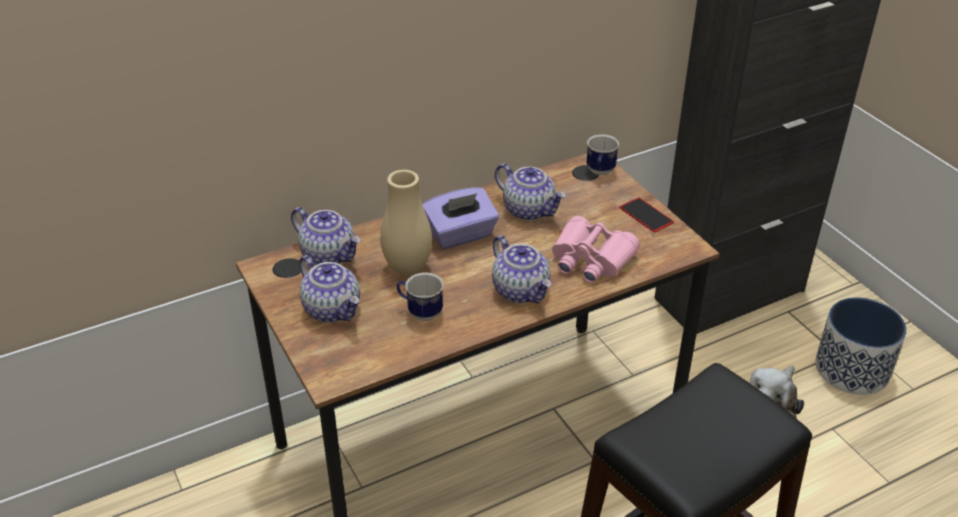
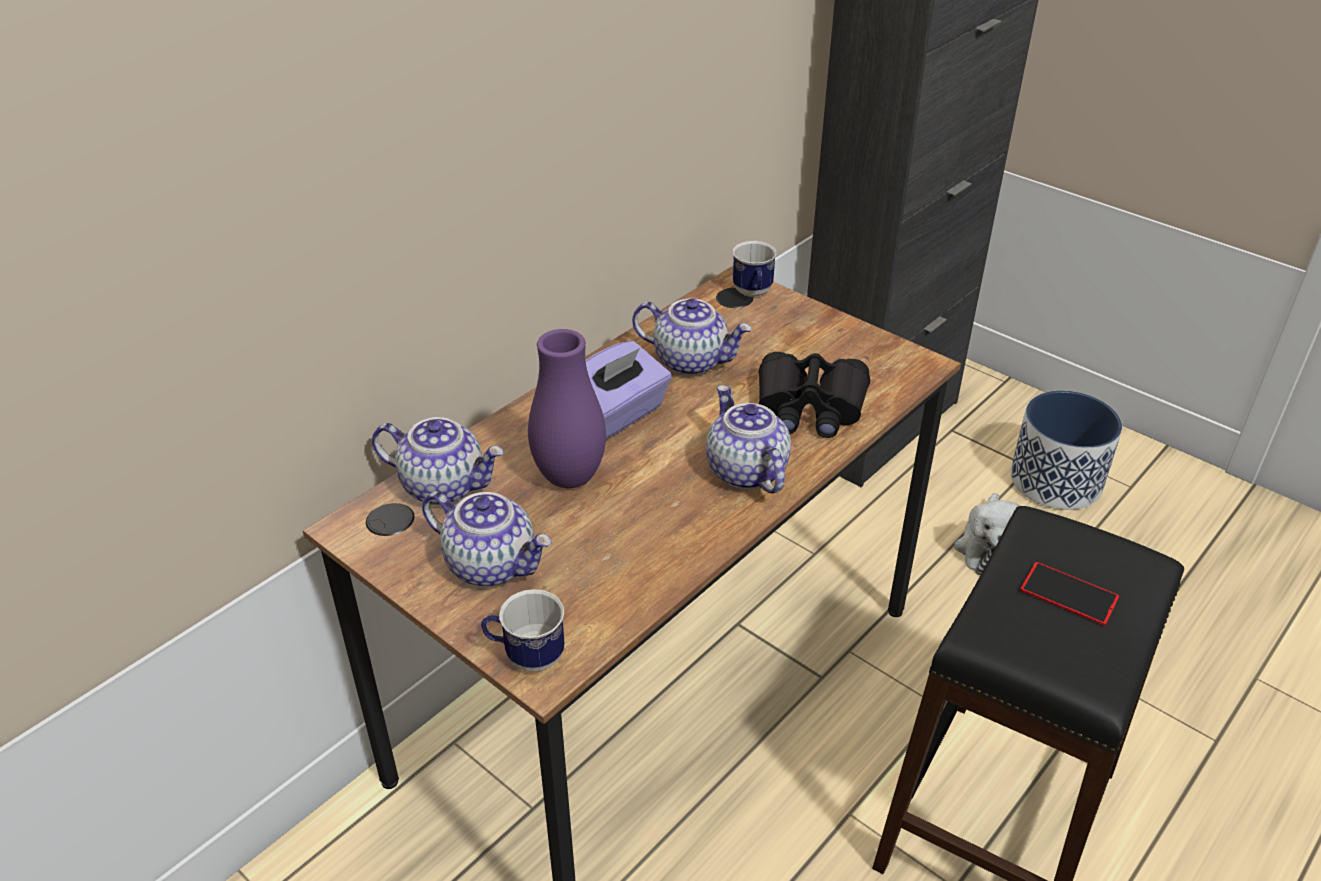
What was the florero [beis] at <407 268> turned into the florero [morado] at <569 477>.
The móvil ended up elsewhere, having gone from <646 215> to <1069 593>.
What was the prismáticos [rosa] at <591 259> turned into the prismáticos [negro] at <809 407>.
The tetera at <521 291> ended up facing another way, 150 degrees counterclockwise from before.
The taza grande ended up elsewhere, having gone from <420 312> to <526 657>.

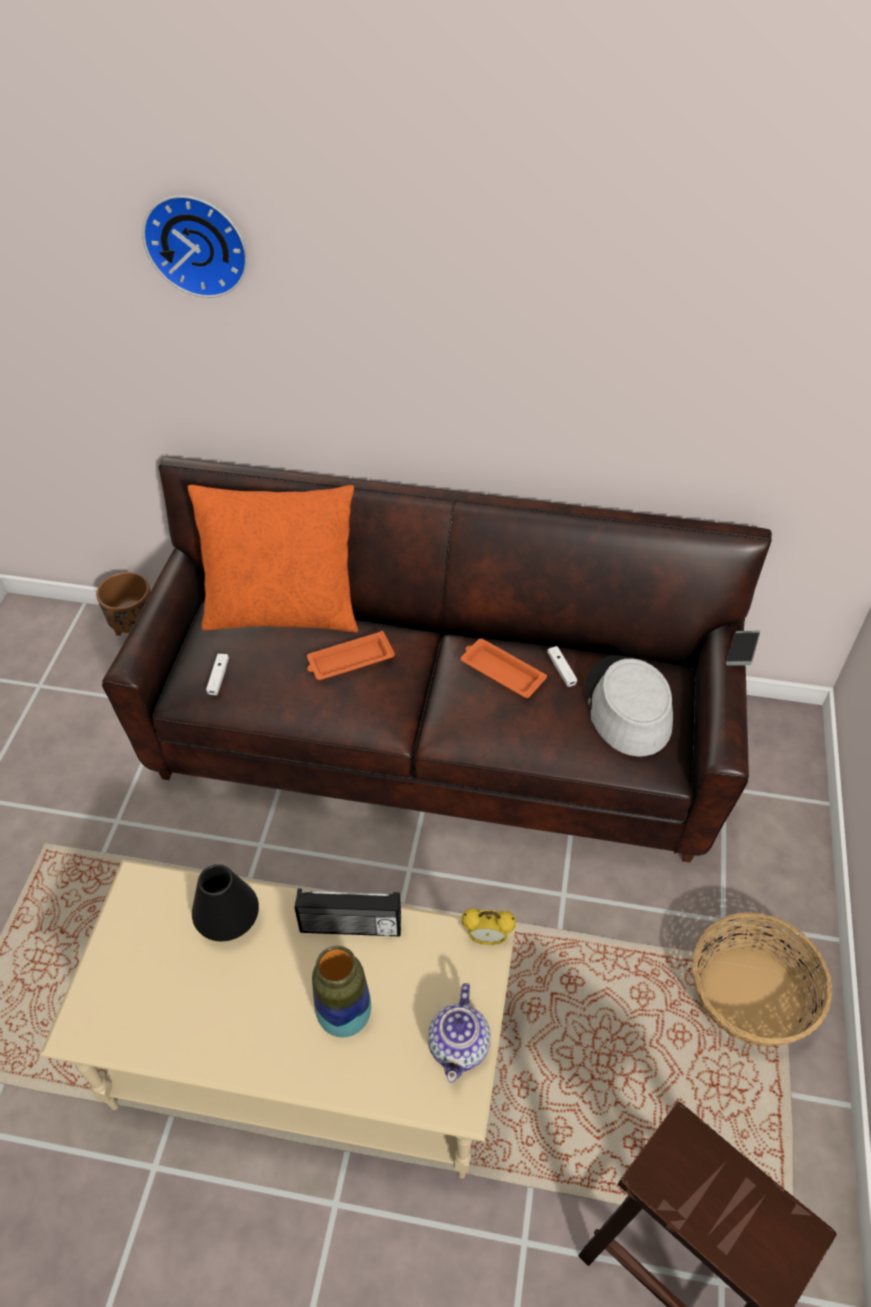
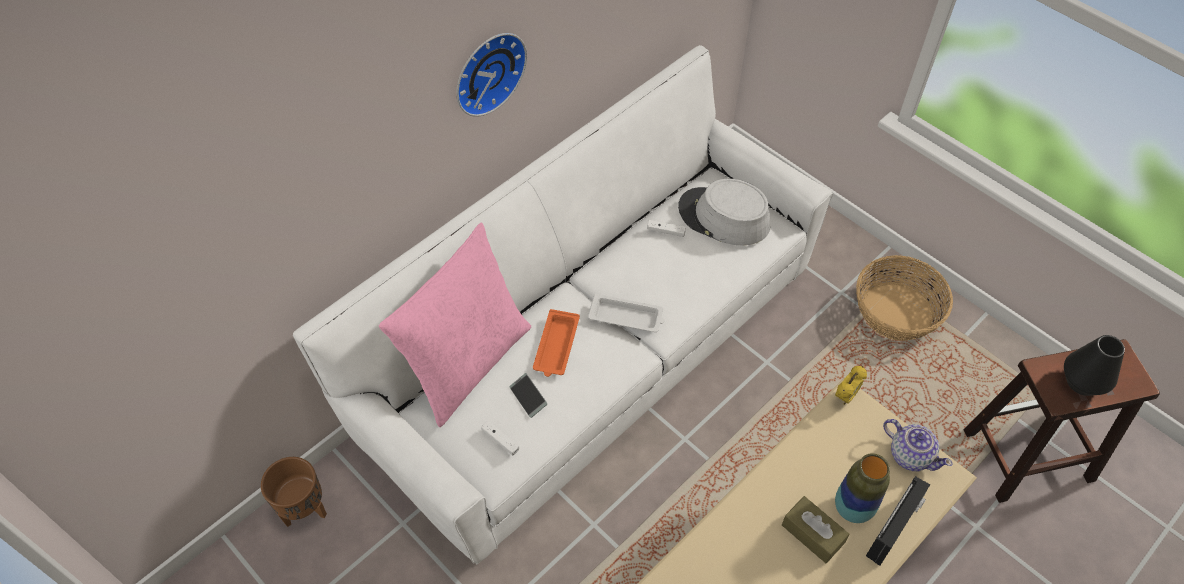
The reloj de pared ended up elsewhere, having gone from <198 243> to <487 71>.
What was the sofá [marrón] at <436 741> turned into the sofá [blanco] at <591 359>.
What was the cojín [naranja] at <283 611> turned into the cojín [rosa] at <467 363>.
The móvil ended up elsewhere, having gone from <741 651> to <528 397>.
The second view lost the bandeja [naranja] at <501 671>.
The florero [negro] ended up elsewhere, having gone from <229 921> to <1082 381>.
The radio ended up elsewhere, having gone from <350 927> to <893 530>.
The second view gained the bandeja [blanco] at <627 317>.
The second view gained the caja de pañuelos [marrón] at <812 534>.

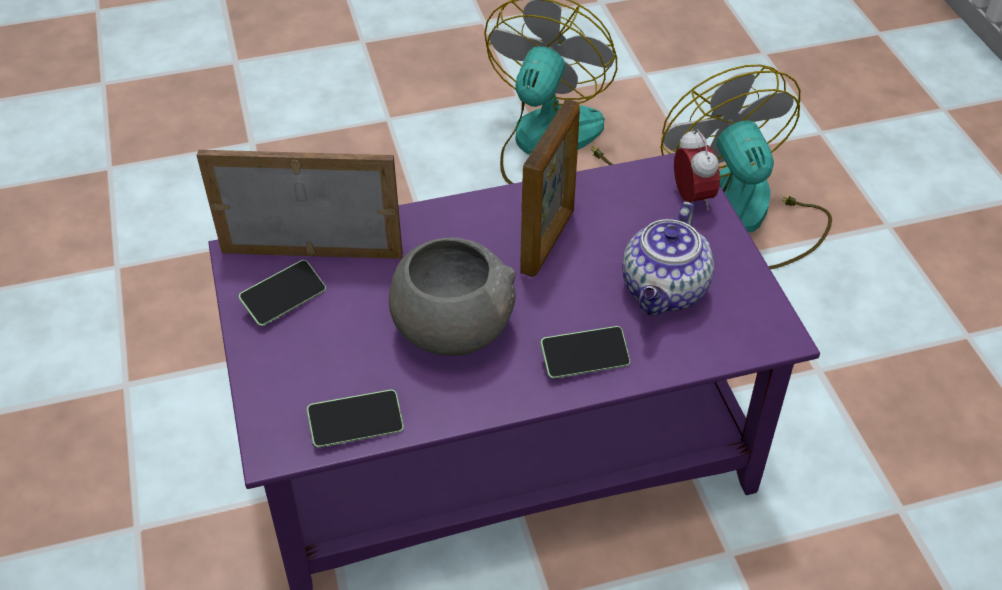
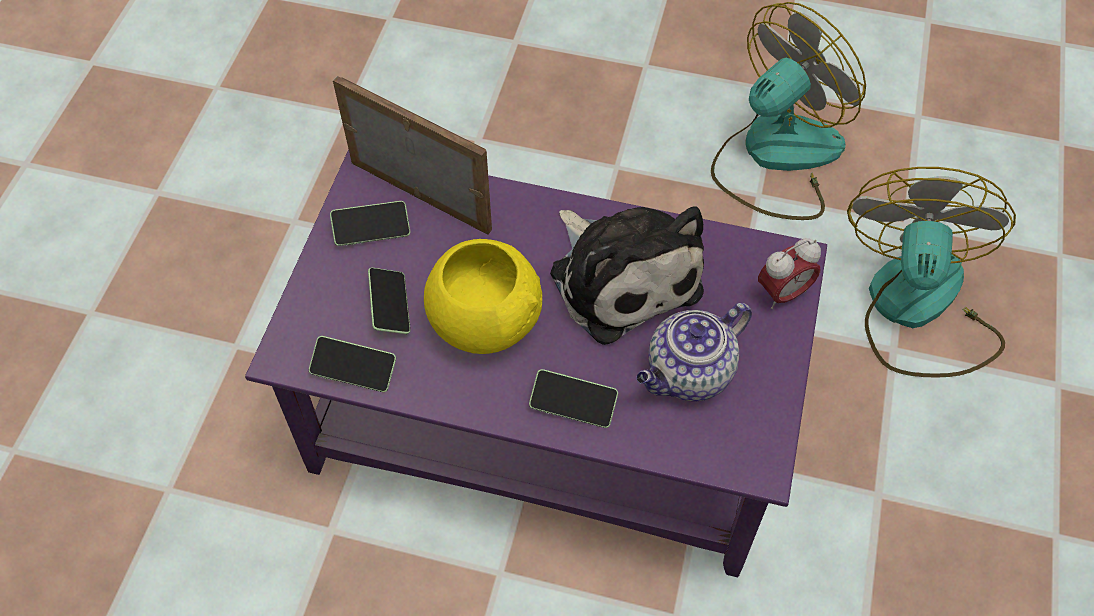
Where the portarretratos stood at <548 241>, the peluche came to stand at <621 276>.
The despertador at <692 198> ended up facing another way, 45 degrees clockwise from before.
What was the cuenco [gris] at <451 329> turned into the cuenco [amarillo] at <484 320>.
The second view gained the móvil at <390 306>.

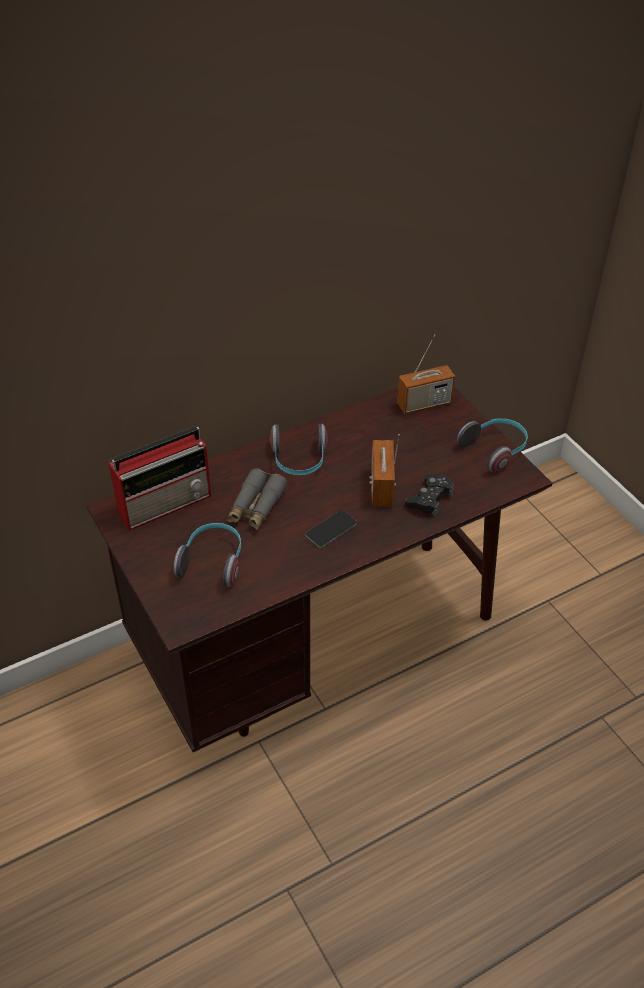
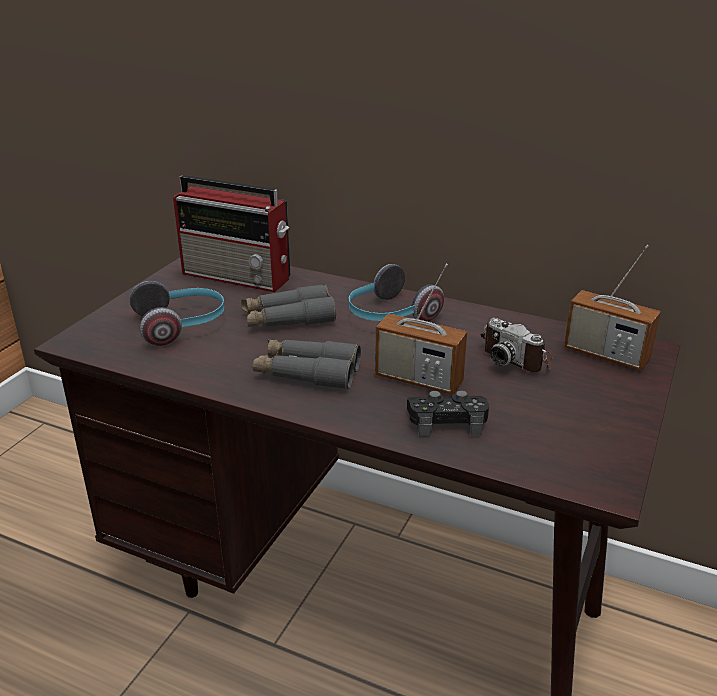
The second view lost the auriculares at <495 450>.
The radio at <381 487> ended up facing another way, 120 degrees counterclockwise from before.
Where the móvil stood at <331 529>, the prismáticos [gris] came to stand at <307 373>.
The second view gained the cámara at <518 356>.

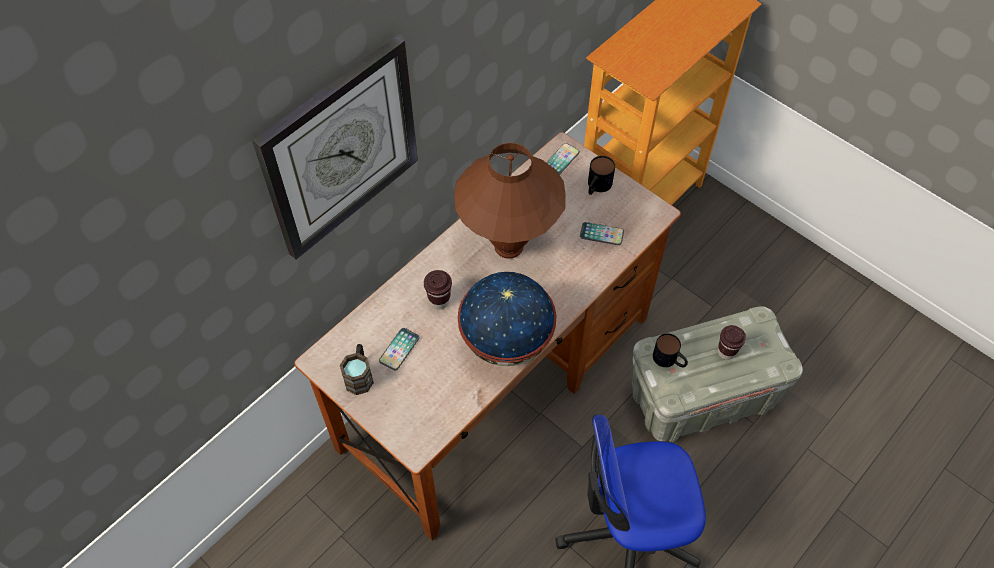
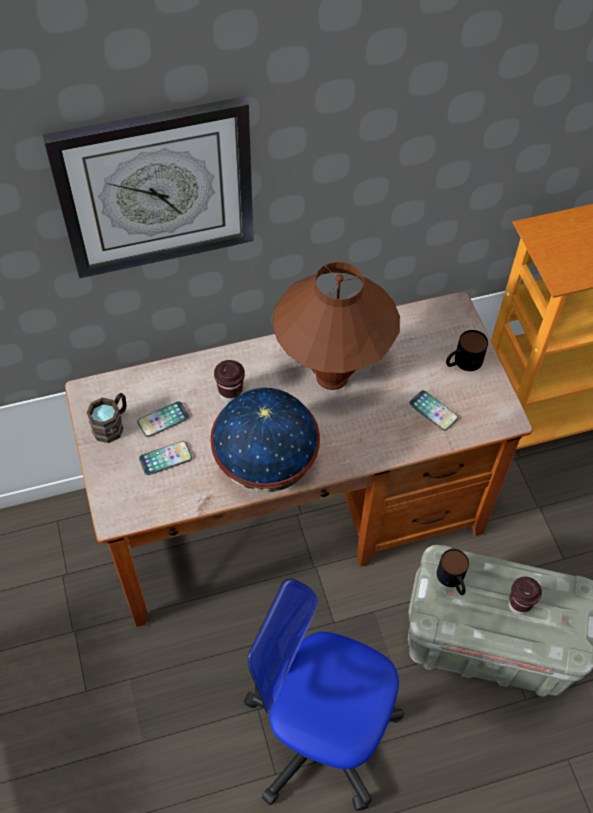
The móvil ended up elsewhere, having gone from <561 160> to <165 458>.

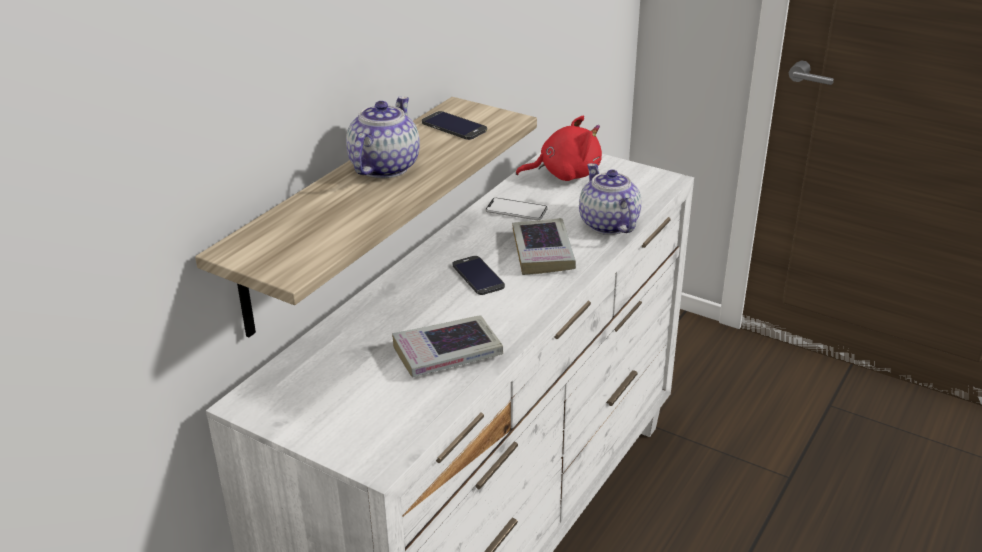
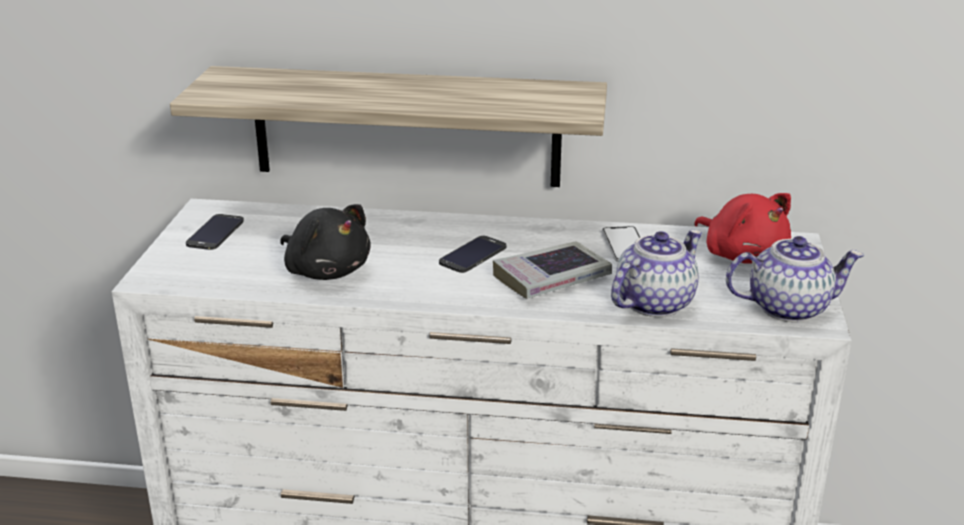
The tetera ended up elsewhere, having gone from <384 167> to <788 307>.
The móvil ended up elsewhere, having gone from <454 126> to <215 232>.
Where the libro stood at <447 353>, the peluche [negro] came to stand at <326 271>.

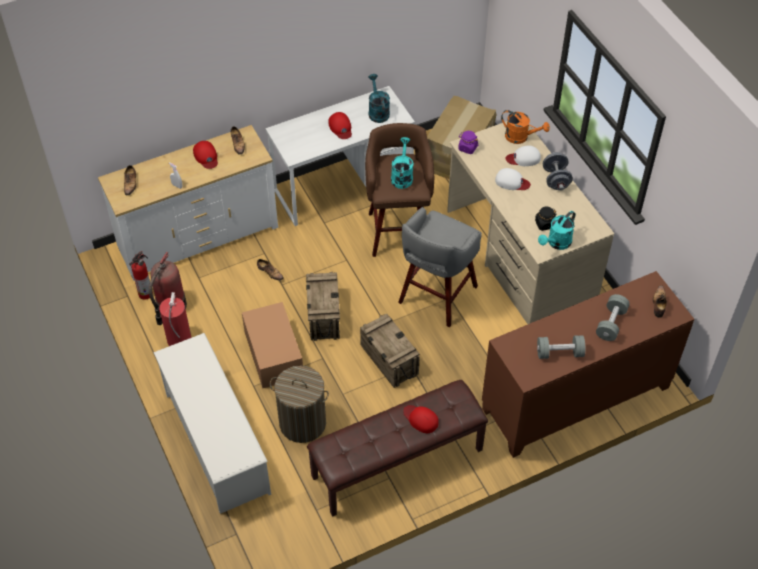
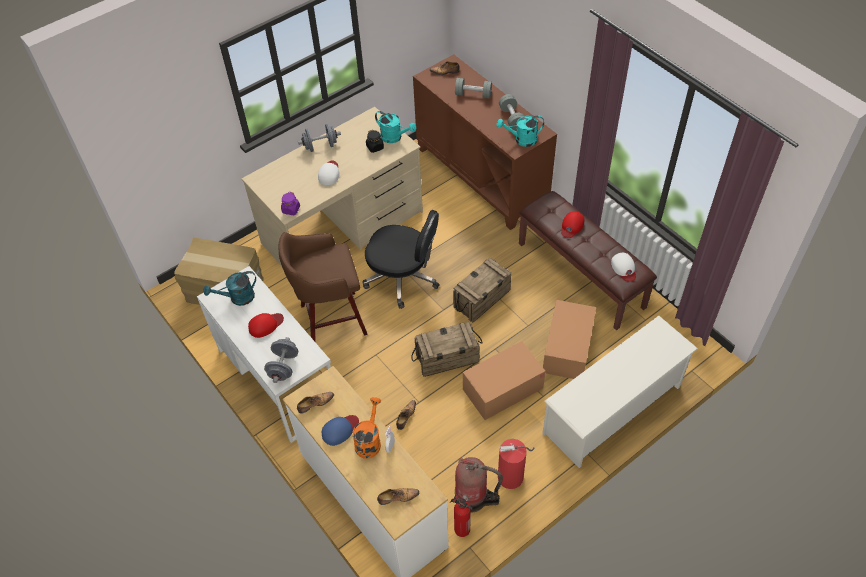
The regadera [naranja] ended up elsewhere, having gone from <520 137> to <369 440>.
The regadera [turquesa] ended up elsewhere, having gone from <402 176> to <521 140>.
What was the gorra [rojo] at <206 156> turned into the gorra [azul] at <340 430>.
The gorra [blanco] ended up elsewhere, having gone from <523 158> to <624 268>.
Where the taburete [gris] stood at <436 296>, the silla de oficina [negro] came to stand at <403 278>.
Where the cesto de la ropa stood at <302 423>, the caja de cartón came to stand at <568 348>.
The second view gained the mancuerna [gris] at <283 367>.

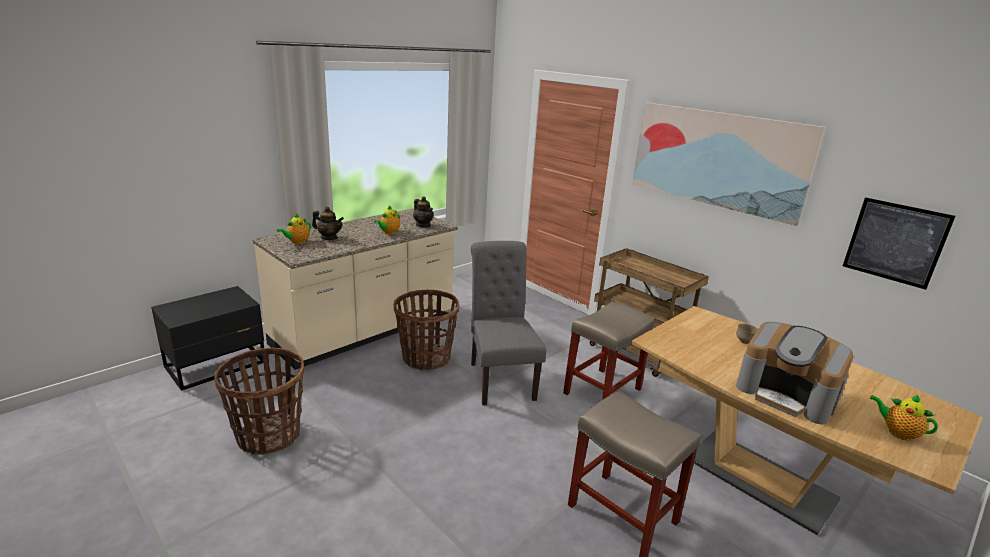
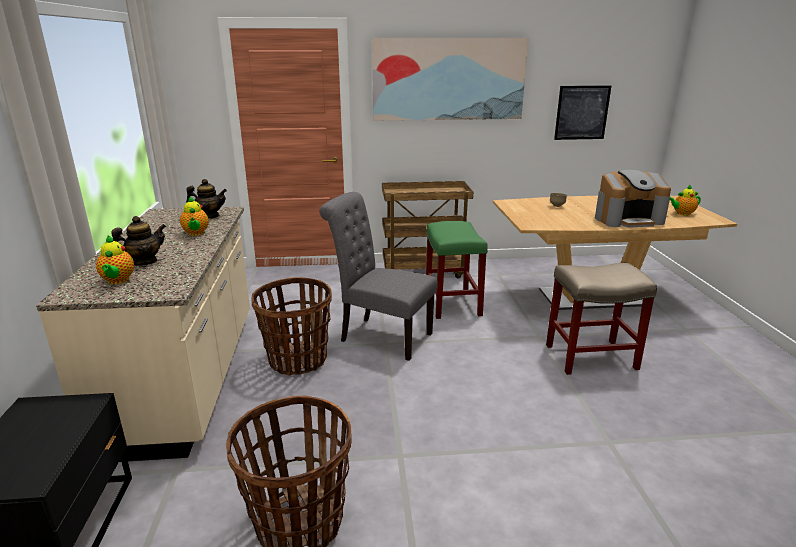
What was the taburete [beis] at <603 390> turned into the taburete [verde] at <452 303>.

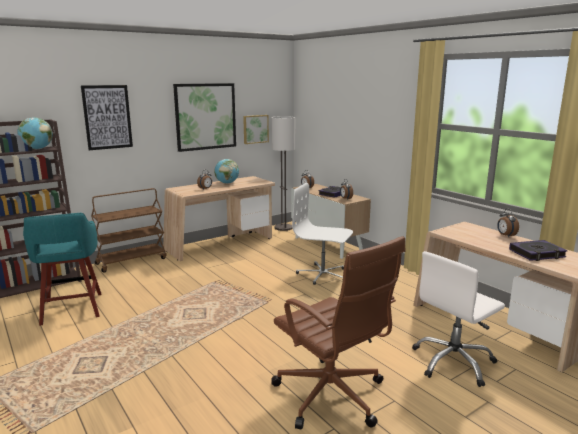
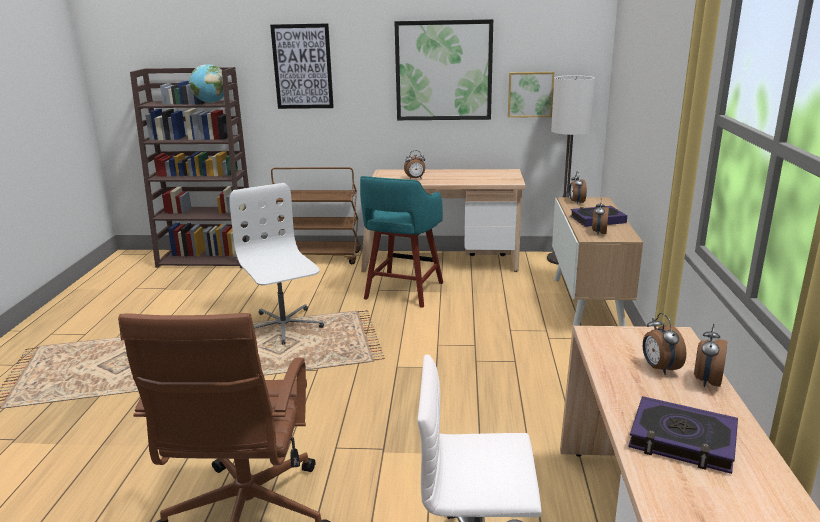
The second view lost the globo terráqueo at <227 183>.
The silla de oficina [blanco] ended up elsewhere, having gone from <322 274> to <283 326>.
The taburete [turquesa] ended up elsewhere, having gone from <71 309> to <403 291>.
The second view gained the despertador at <659 368>.

